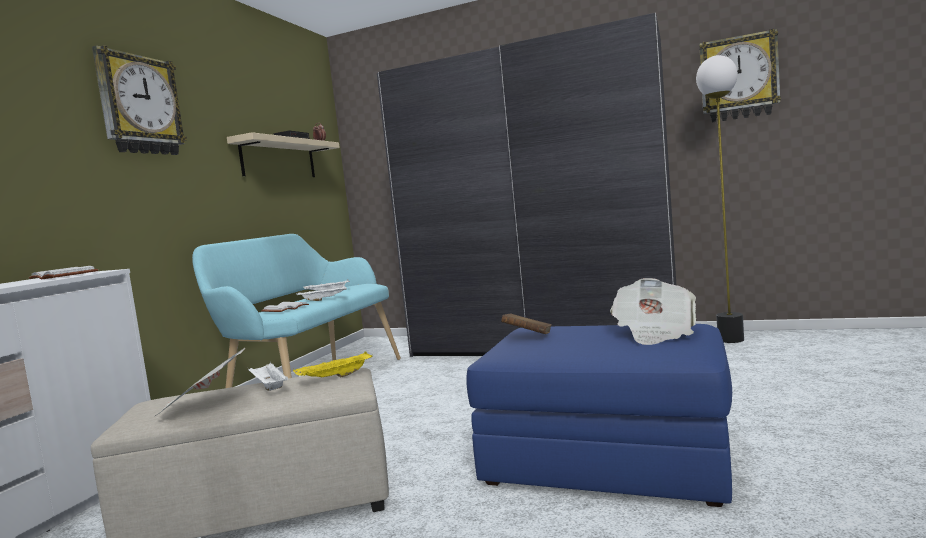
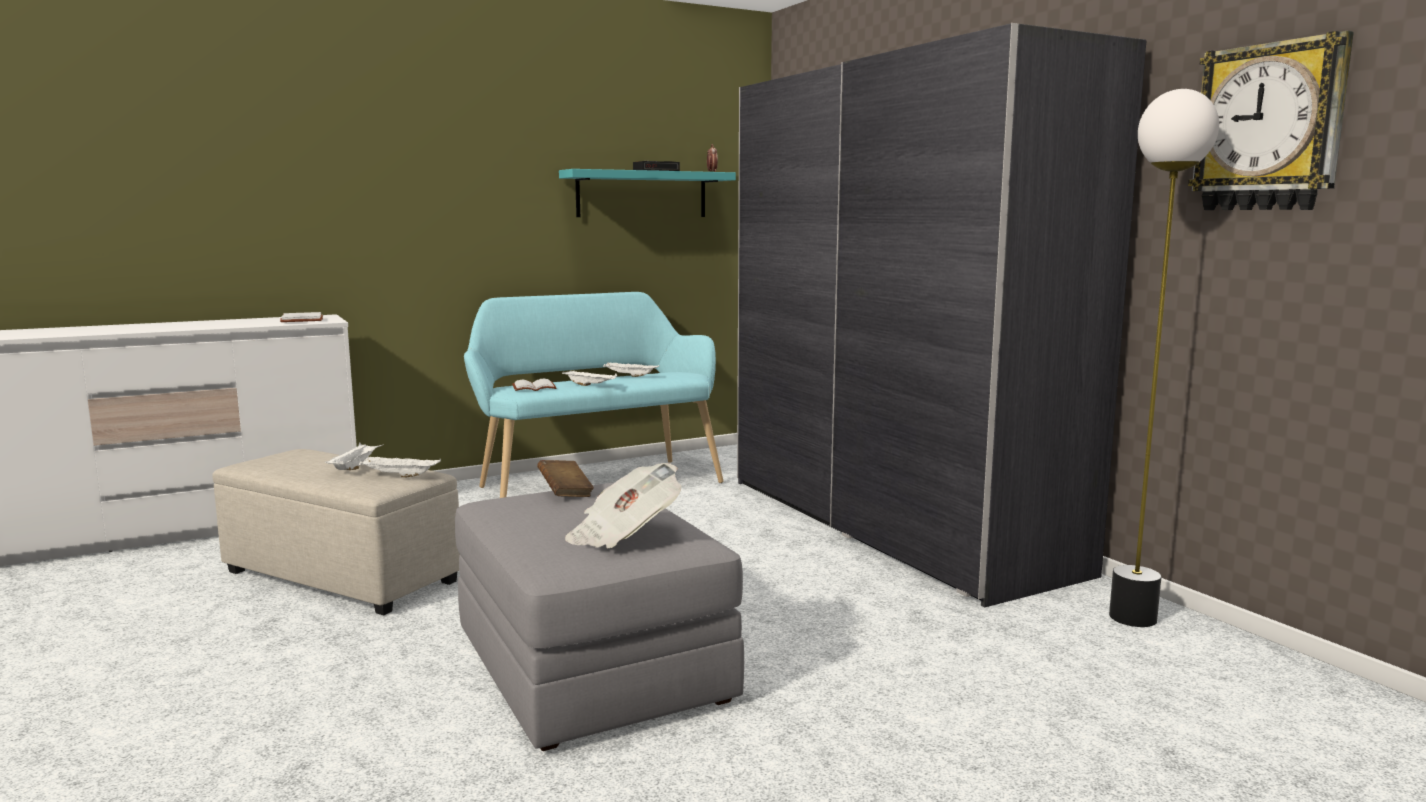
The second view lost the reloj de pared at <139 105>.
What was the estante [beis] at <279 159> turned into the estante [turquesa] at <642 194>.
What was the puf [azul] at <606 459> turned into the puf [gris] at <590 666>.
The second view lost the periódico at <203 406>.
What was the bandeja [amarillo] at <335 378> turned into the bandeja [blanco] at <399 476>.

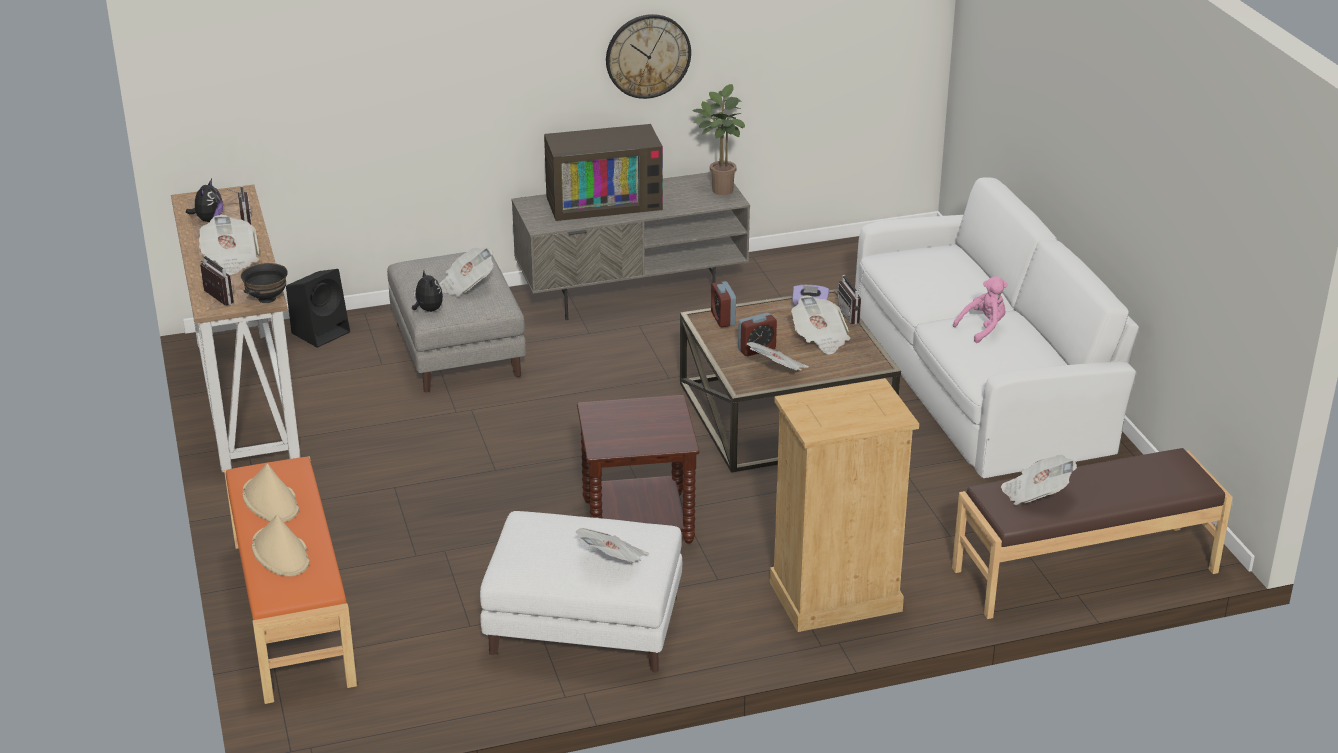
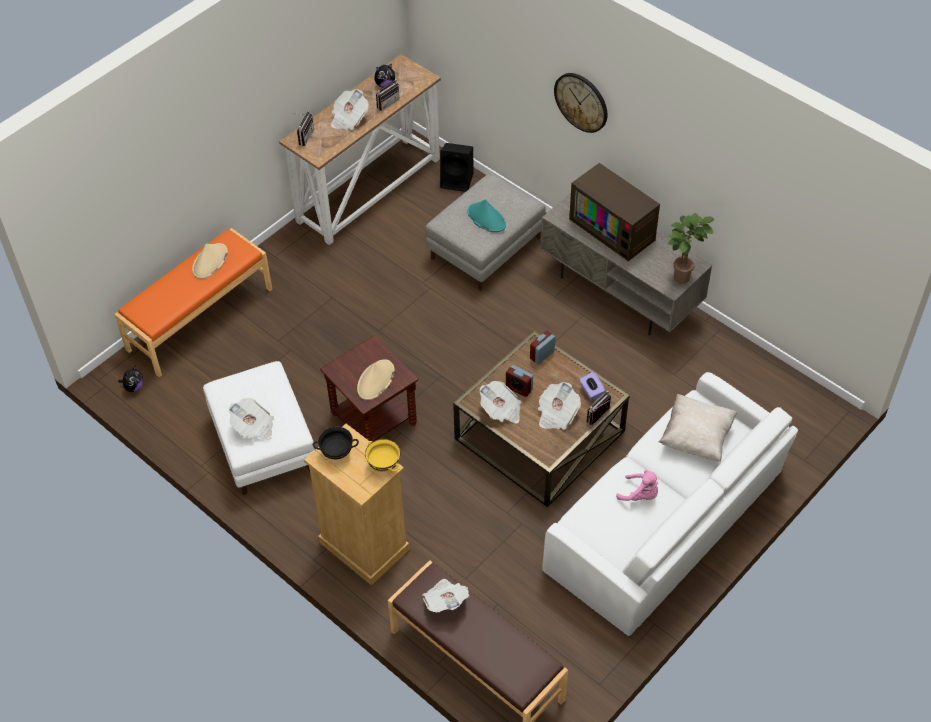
The reloj de pared ended up elsewhere, having gone from <648 56> to <581 102>.
Where the periódico stood at <465 286>, the sombrero [turquesa] came to stand at <486 218>.
The cuenco [negro] ended up elsewhere, having gone from <267 299> to <337 453>.
The peluche ended up elsewhere, having gone from <428 310> to <134 387>.
The sombrero [beis] ended up elsewhere, having gone from <281 553> to <376 380>.
The second view gained the cojín [beis] at <696 438>.
The second view gained the cuenco [amarillo] at <384 465>.

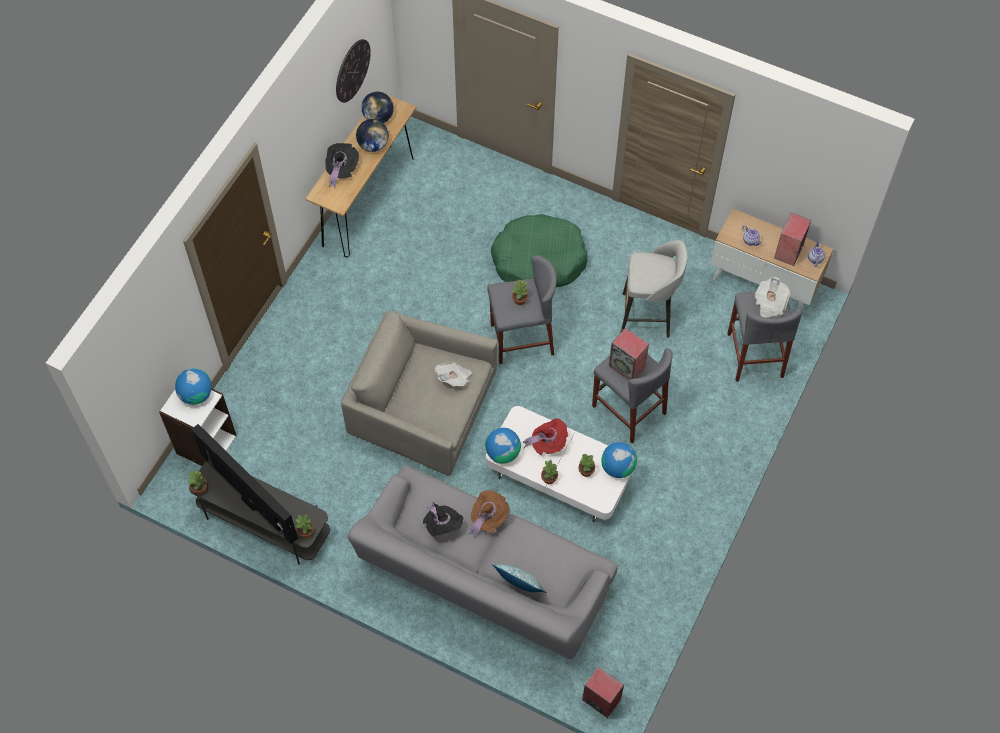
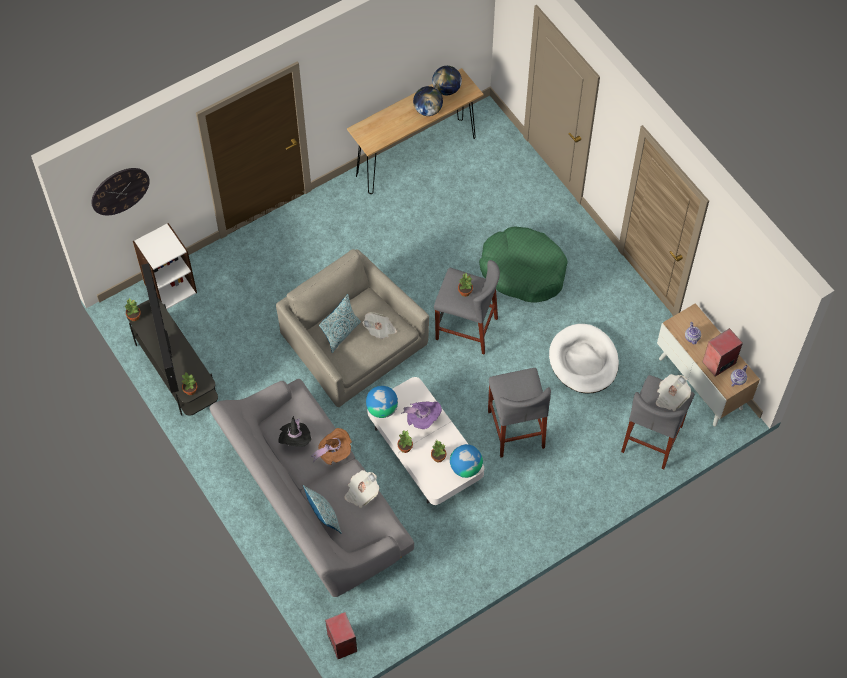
The reloj de pared ended up elsewhere, having gone from <352 70> to <120 191>.
The second view lost the sombrero [negro] at <341 169>.
Where the taburete [gris] stood at <648 315>, the cama para perro [blanco] came to stand at <583 361>.
The second view lost the altavoz at <627 366>.
The second view lost the globo terráqueo at <196 394>.
What was the sombrero [rojo] at <548 443> turned into the sombrero [morado] at <423 419>.
The second view gained the cojín at <341 333>.
The second view gained the periódico at <361 493>.

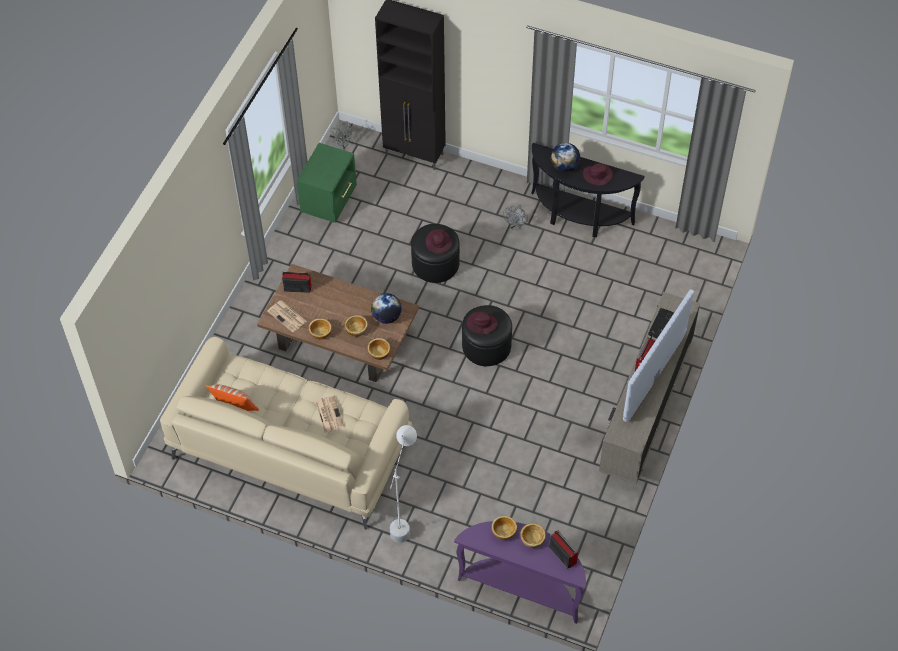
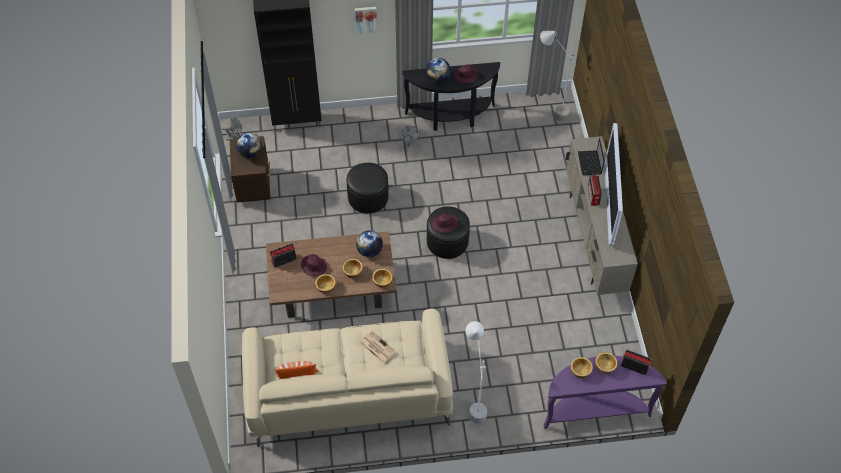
What was the mesita de noche [verde] at <330 201> turned into the mesita de noche [marrón] at <254 184>.
The sombrero [morado] ended up elsewhere, having gone from <439 243> to <314 266>.
The second view lost the periódico at <287 316>.
The second view gained the cuadro at <366 19>.
The second view gained the lámpara de pie [gris] at <550 112>.
The second view gained the globo terráqueo at <250 153>.

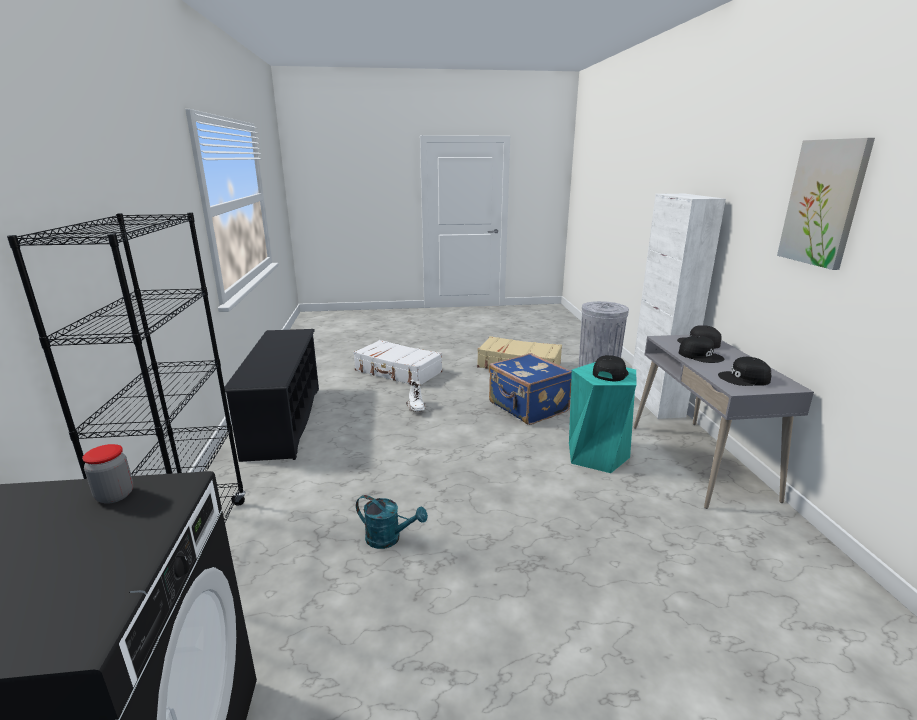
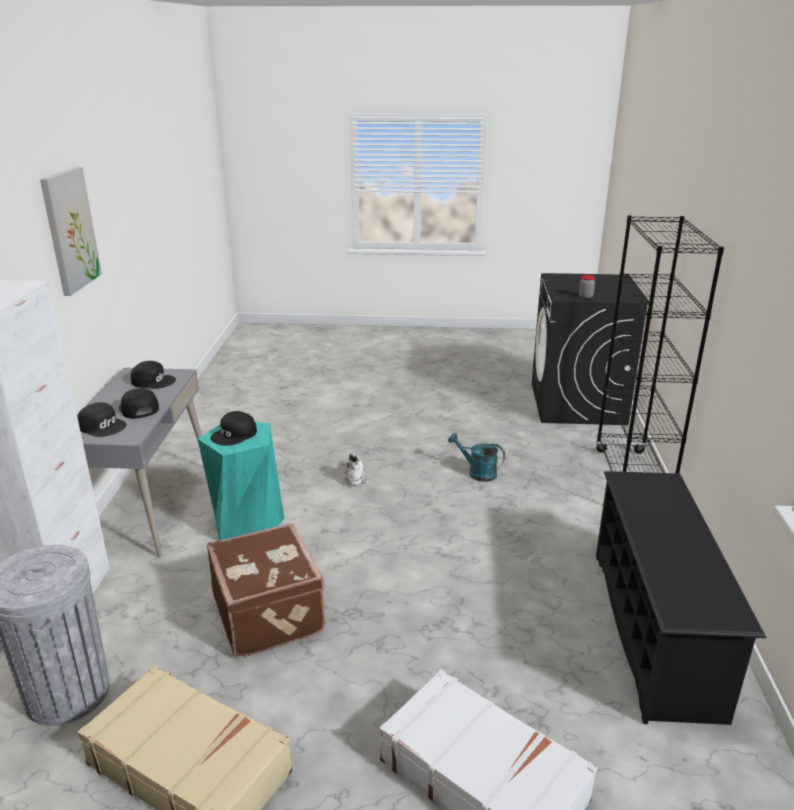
What was the maleta [azul] at <527 408> turned into the maleta [marrón] at <270 614>.
The bota [blanco] ended up elsewhere, having gone from <416 408> to <354 477>.

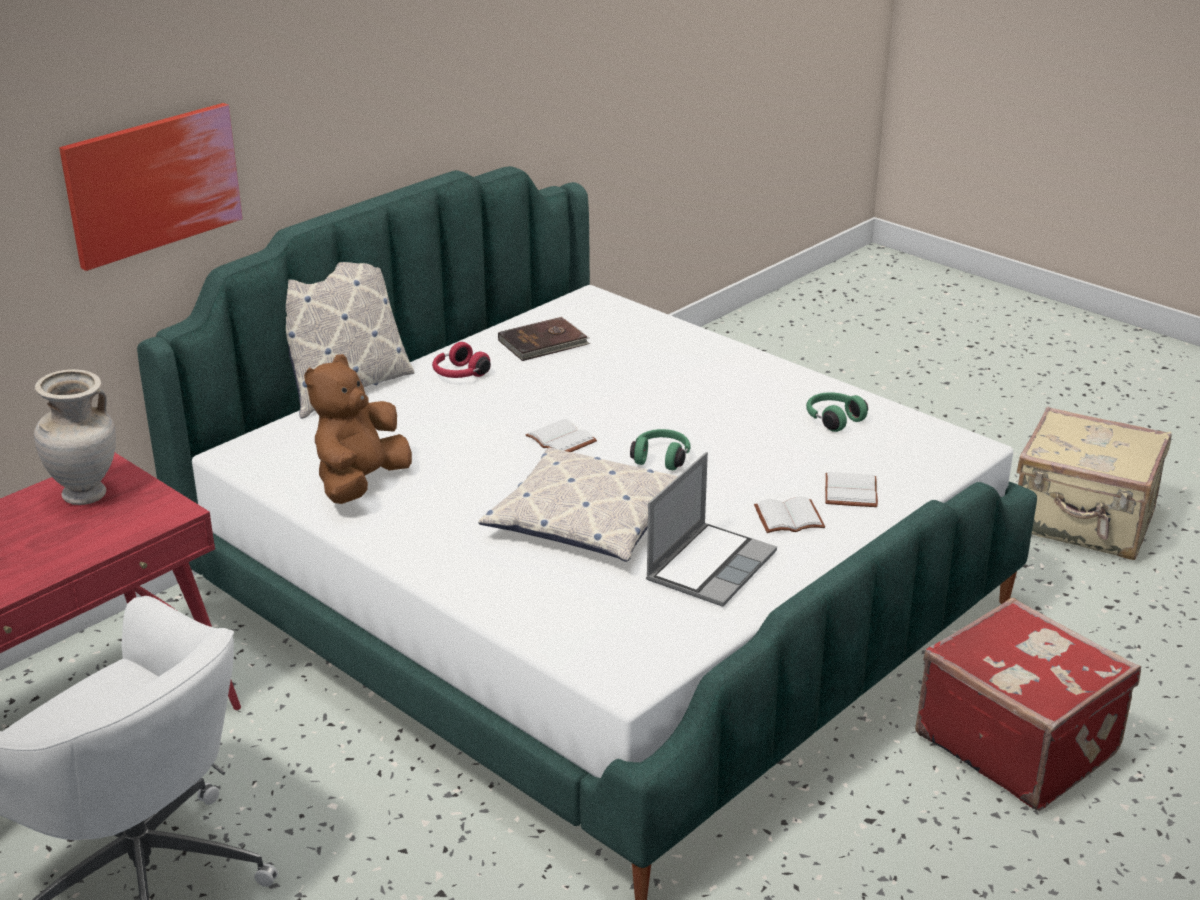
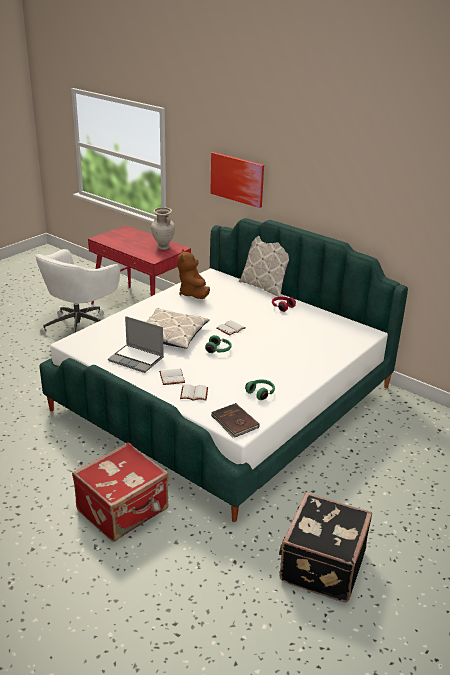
The libro [marrón] ended up elsewhere, having gone from <544 343> to <234 422>.
The peluche [marrón] at <360 484> ended up facing another way, 120 degrees counterclockwise from before.
What was the maleta [beis] at <1083 523> turned into the maleta [negro] at <321 565>.

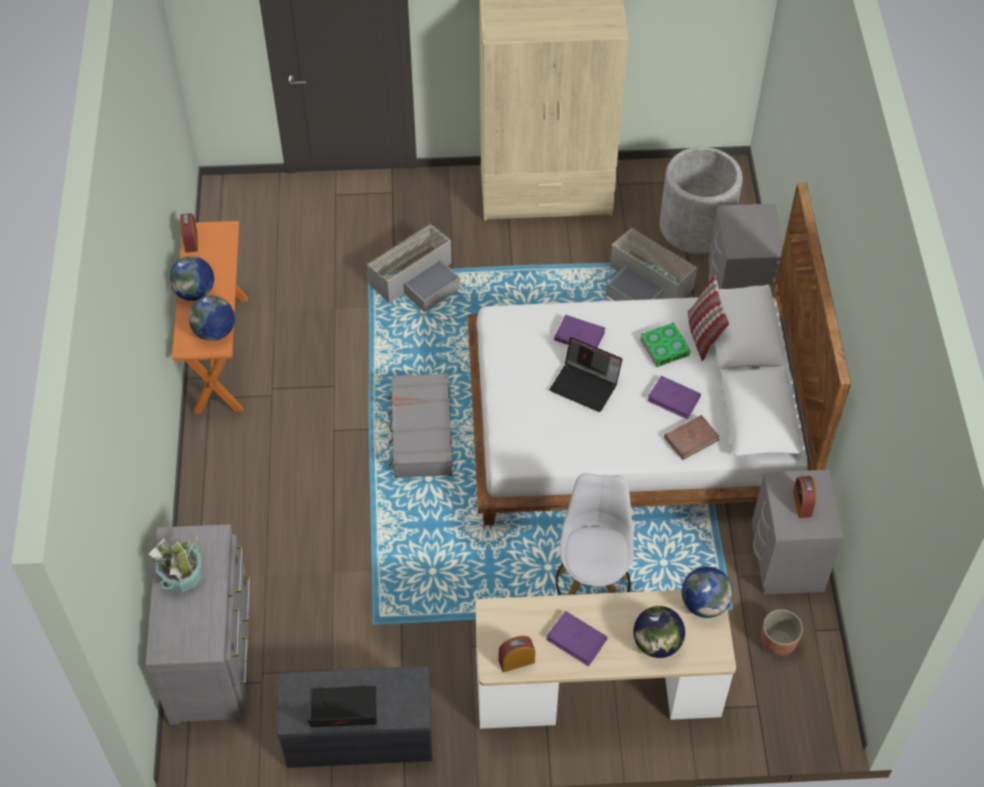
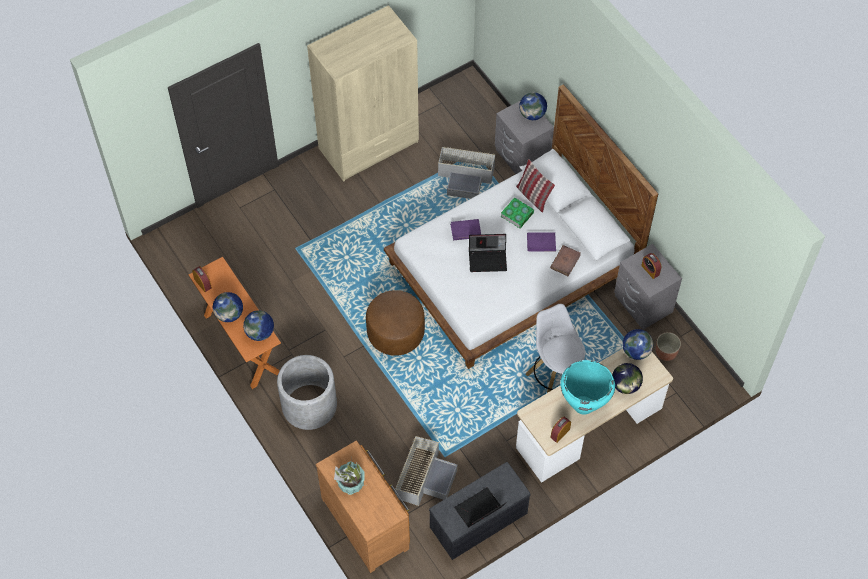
The maceta [gris] ended up elsewhere, having gone from <696 227> to <309 405>.
The caja de almacenaje [gris] ended up elsewhere, having gone from <418 278> to <424 476>.
Where the maleta [gris] stood at <421 433>, the puf [marrón] came to stand at <396 333>.
What was the cómoda [gris] at <213 654> turned into the cómoda [marrón] at <367 521>.
Where the libro [morado] stood at <577 640>, the florero [turquesa] came to stand at <583 405>.
The second view gained the globo terráqueo at <532 114>.

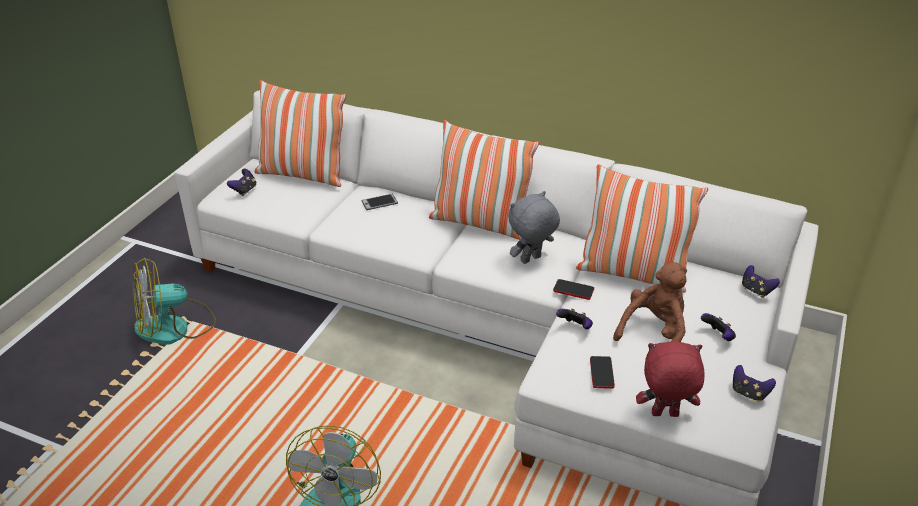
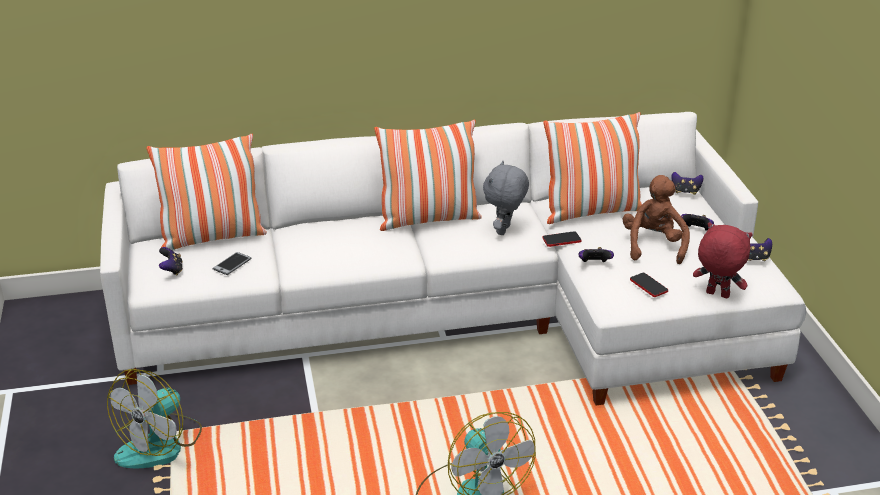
The móvil ended up elsewhere, having gone from <379 202> to <232 264>.
The peluche [rojo] at <664 415> ended up facing another way, 60 degrees clockwise from before.

